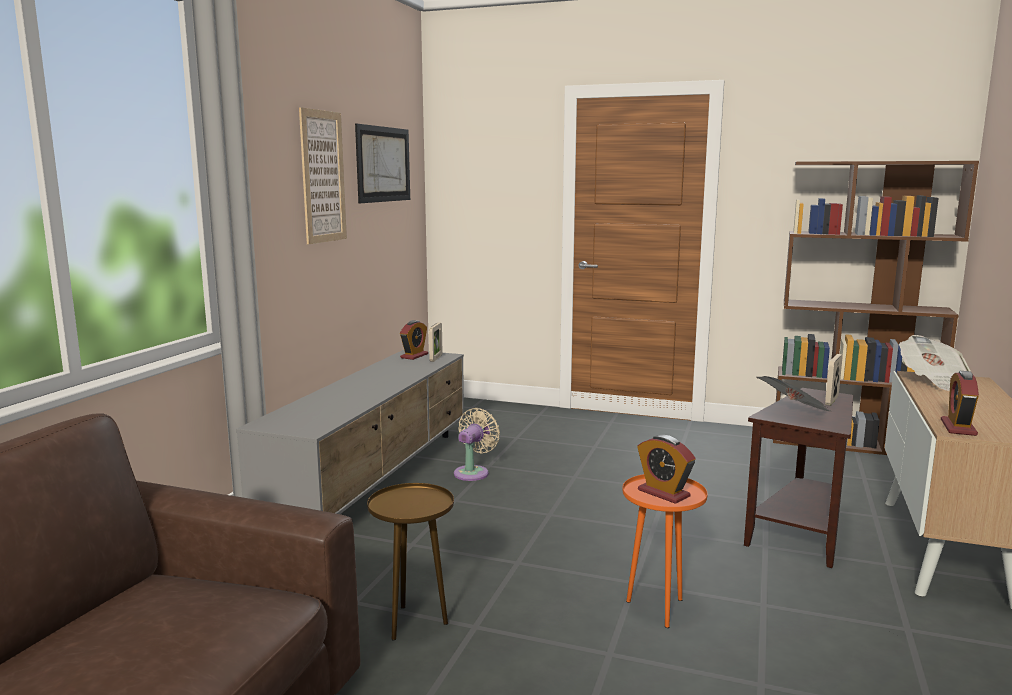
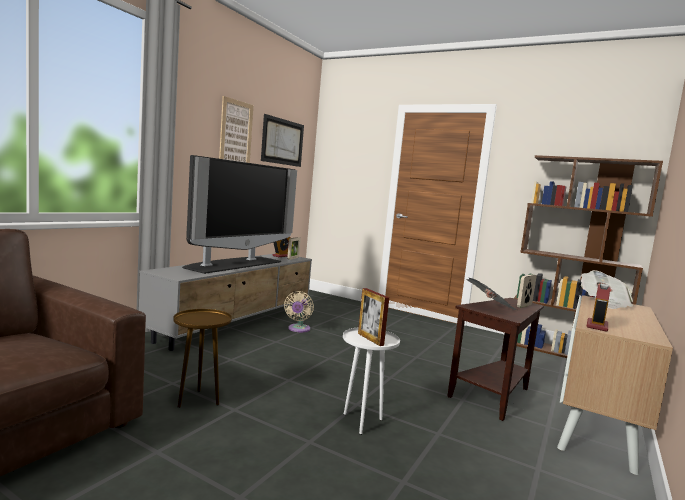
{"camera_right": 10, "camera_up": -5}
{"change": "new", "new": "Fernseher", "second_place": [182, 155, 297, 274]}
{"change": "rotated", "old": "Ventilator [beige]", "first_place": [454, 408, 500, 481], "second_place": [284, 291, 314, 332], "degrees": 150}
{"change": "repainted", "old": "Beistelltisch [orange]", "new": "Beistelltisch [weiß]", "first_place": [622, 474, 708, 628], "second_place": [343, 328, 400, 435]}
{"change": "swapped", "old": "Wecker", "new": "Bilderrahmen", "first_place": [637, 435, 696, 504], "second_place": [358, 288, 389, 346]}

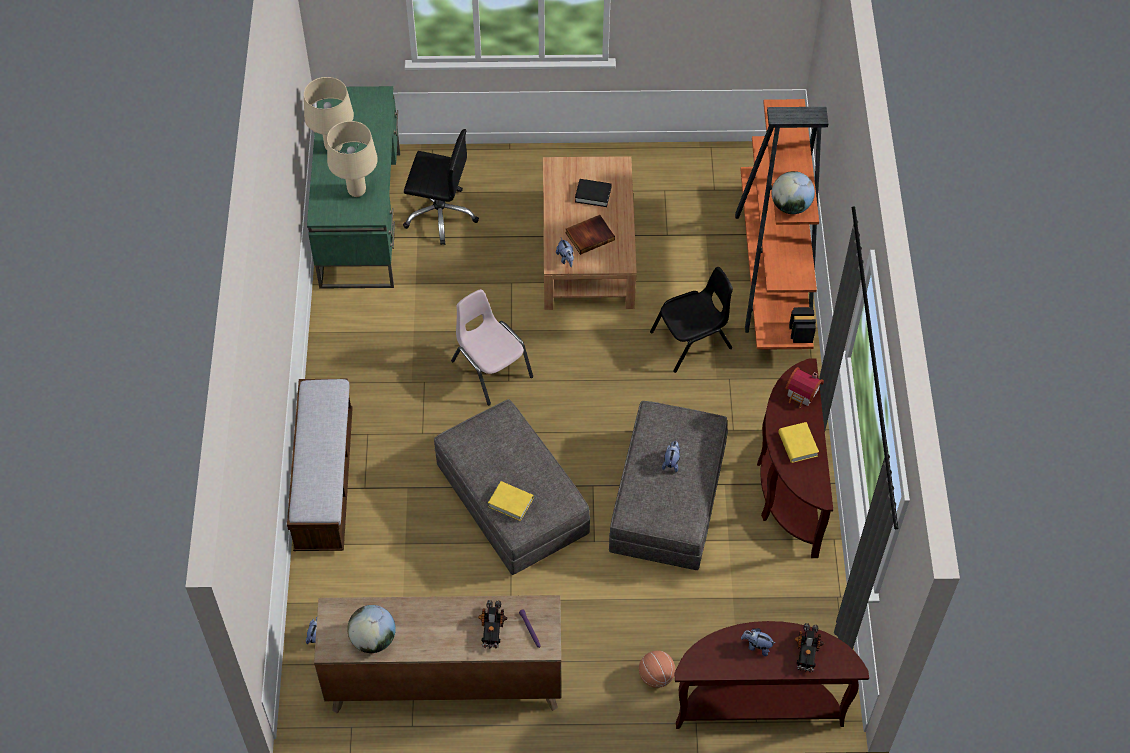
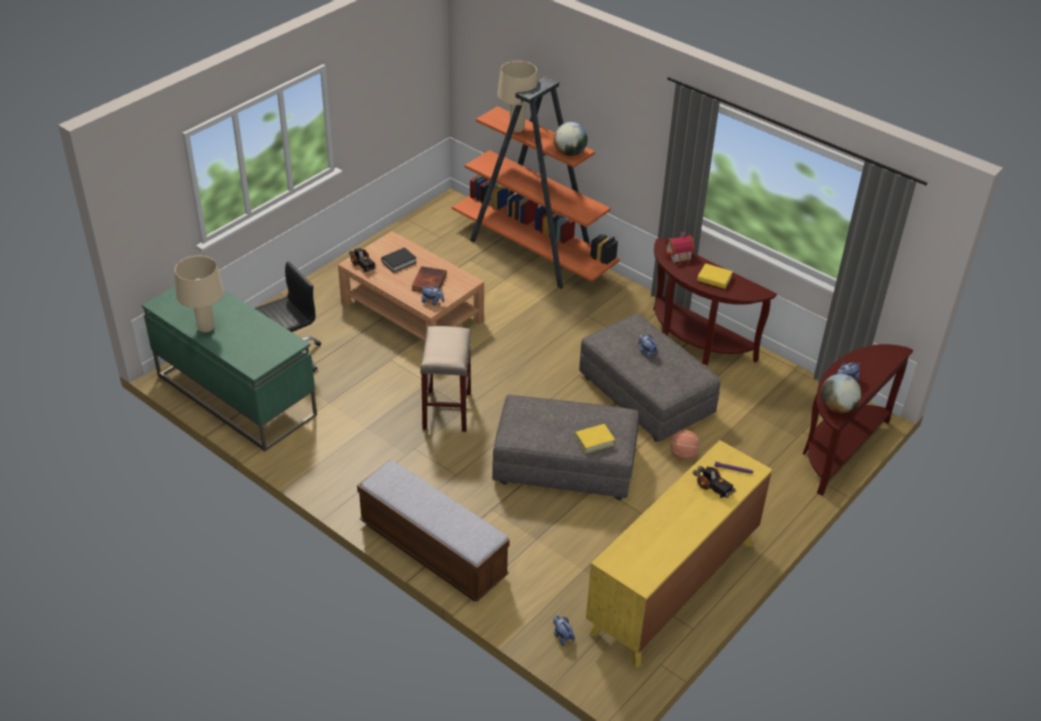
{"camera_right": -50, "camera_up": -15}
{"change": "shifted", "old": "Spielzeuglaster", "first_place": [794, 623, 824, 673], "second_place": [349, 248, 377, 272]}
{"change": "swapped", "old": "Stuhl [rosa]", "new": "Hocker [beige]", "first_place": [451, 289, 533, 405], "second_place": [420, 326, 471, 432]}
{"change": "shifted", "old": "Tischlampe [beige]", "first_place": [327, 121, 378, 197], "second_place": [498, 61, 538, 132]}
{"change": "repainted", "old": "Kommode [braun]", "new": "Kommode [gelb]", "first_place": [314, 595, 561, 714], "second_place": [586, 440, 772, 667]}
{"change": "shifted", "old": "Basketball", "first_place": [639, 651, 675, 688], "second_place": [670, 430, 700, 460]}
{"change": "shifted", "old": "Globus", "first_place": [347, 605, 396, 653], "second_place": [821, 374, 861, 413]}
{"change": "gone", "old": "Stuhl [schwarz]", "first_place": [650, 267, 733, 373]}

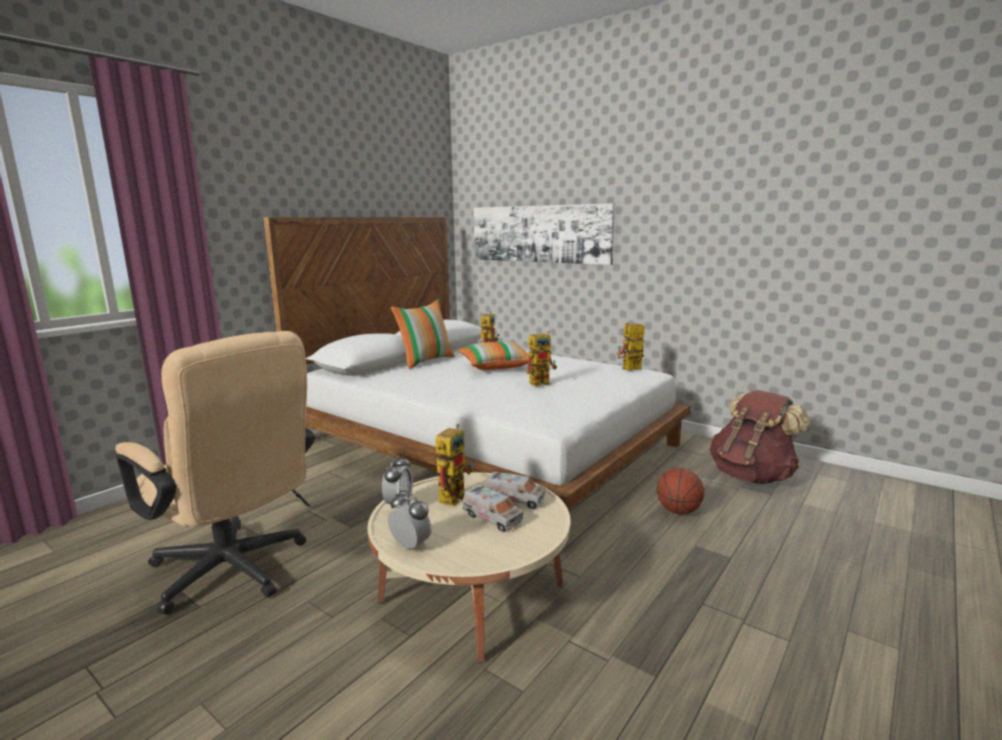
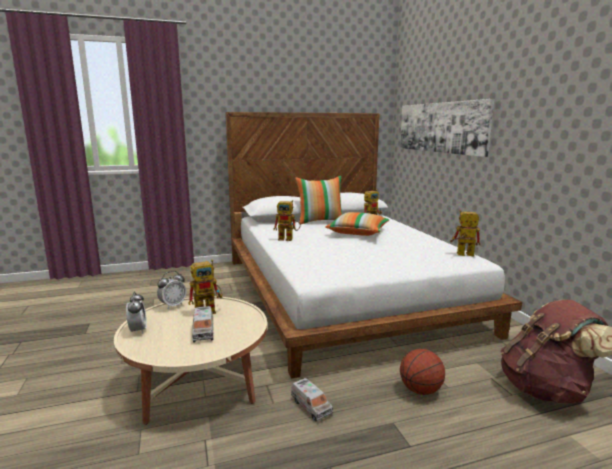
{"camera_right": 35, "camera_up": 0}
{"change": "shifted", "old": "Spielzeugroboter", "first_place": [527, 331, 557, 387], "second_place": [273, 200, 301, 241]}
{"change": "shifted", "old": "Spielzeuglaster", "first_place": [485, 472, 545, 509], "second_place": [291, 378, 333, 422]}
{"change": "gone", "old": "Bürostuhl [beige]", "first_place": [116, 331, 315, 615]}

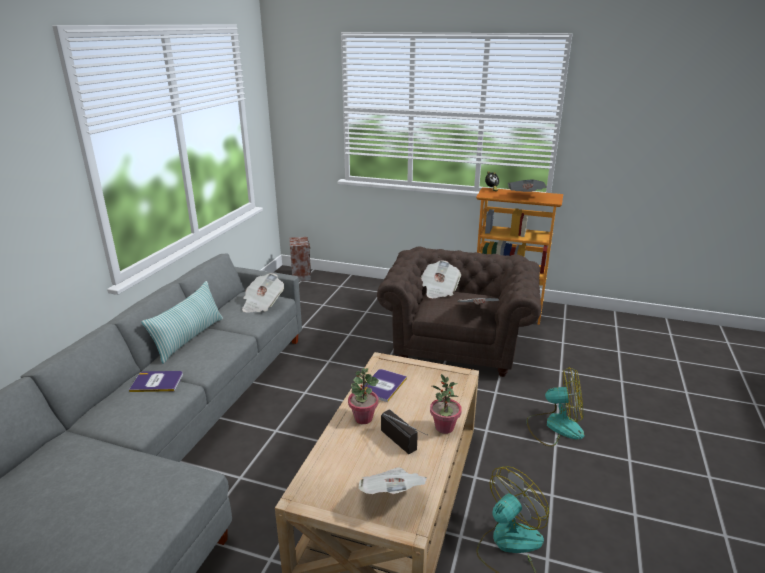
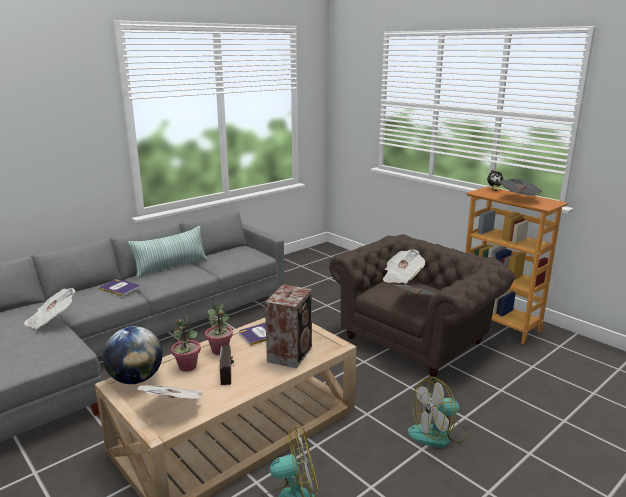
{"camera_right": 30, "camera_up": -5}
{"change": "shifted", "old": "Zeitung", "first_place": [242, 273, 284, 313], "second_place": [24, 288, 75, 330]}
{"change": "new", "new": "Globus", "second_place": [103, 326, 163, 384]}
{"change": "shifted", "old": "Topfpflanze", "first_place": [430, 374, 462, 434], "second_place": [171, 315, 201, 372]}
{"change": "shifted", "old": "Lautsprecher", "first_place": [289, 237, 311, 281], "second_place": [265, 285, 312, 368]}
{"change": "rotated", "old": "Ventilator", "first_place": [527, 367, 584, 447], "second_place": [408, 377, 469, 448], "degrees": 120}

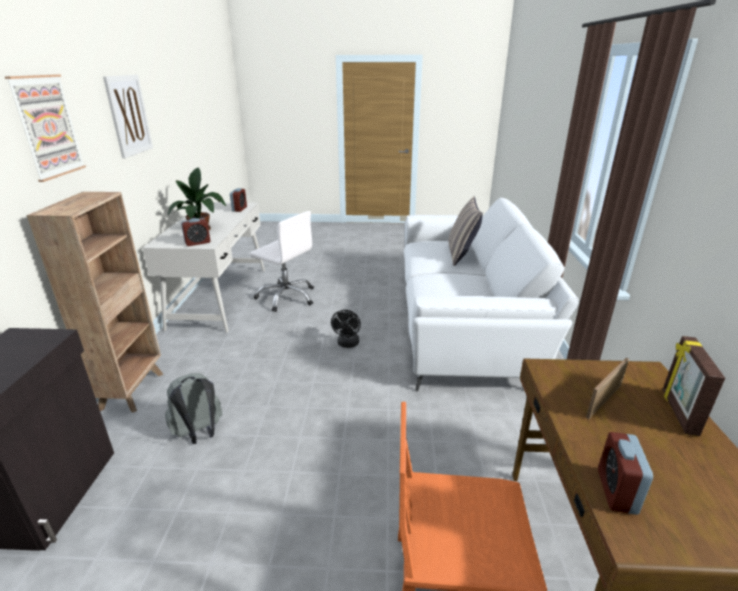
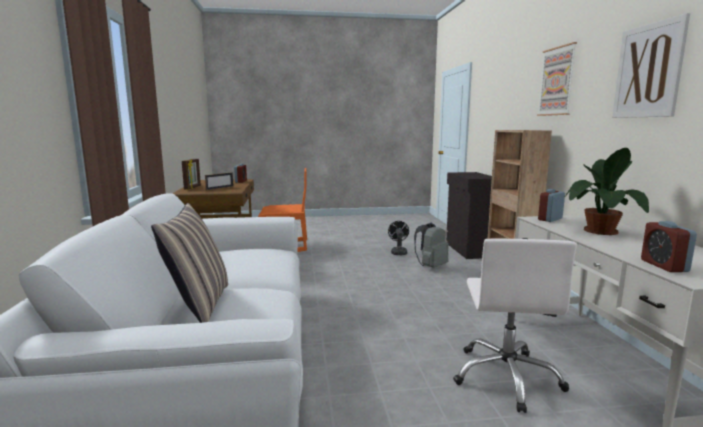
{"camera_right": 170, "camera_up": -15}
{"change": "shifted", "old": "Ventilator [schwarz]", "first_place": [331, 310, 361, 348], "second_place": [388, 221, 409, 255]}
{"change": "rotated", "old": "Bürostuhl [weiß]", "first_place": [250, 211, 314, 312], "second_place": [453, 239, 577, 413], "degrees": -105}

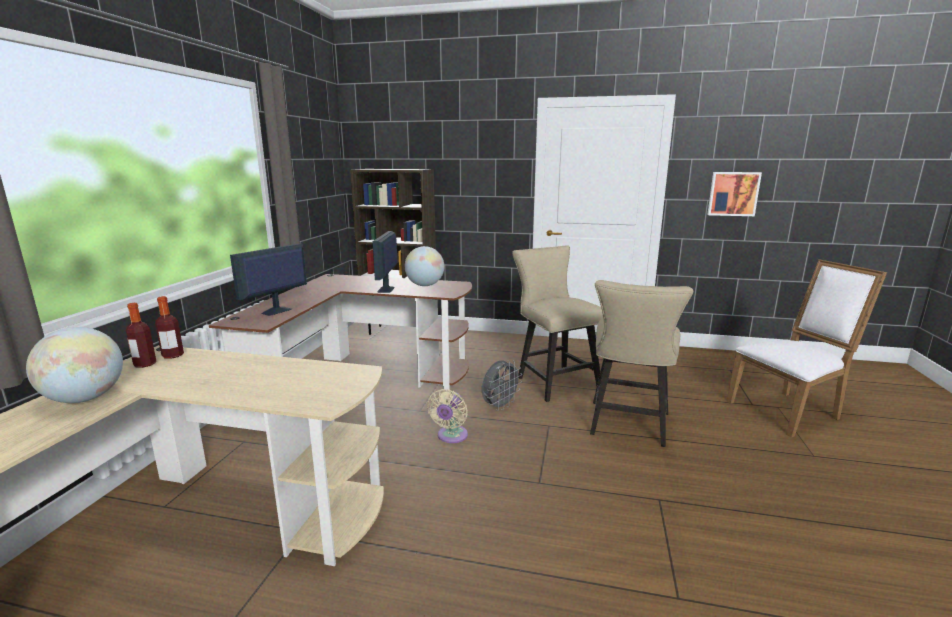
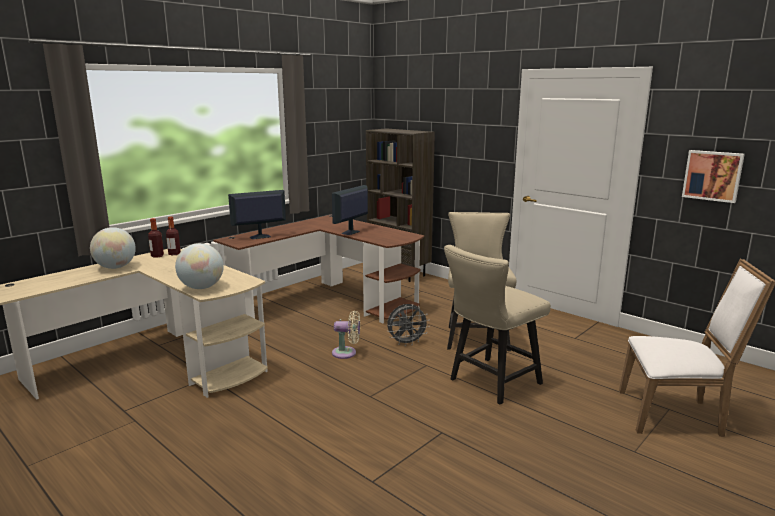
{"camera_right": 30, "camera_up": 0}
{"change": "shifted", "old": "Globus", "first_place": [405, 246, 444, 286], "second_place": [175, 243, 224, 289]}
{"change": "rotated", "old": "Ventilator [beige]", "first_place": [427, 389, 468, 443], "second_place": [332, 311, 360, 359], "degrees": -135}

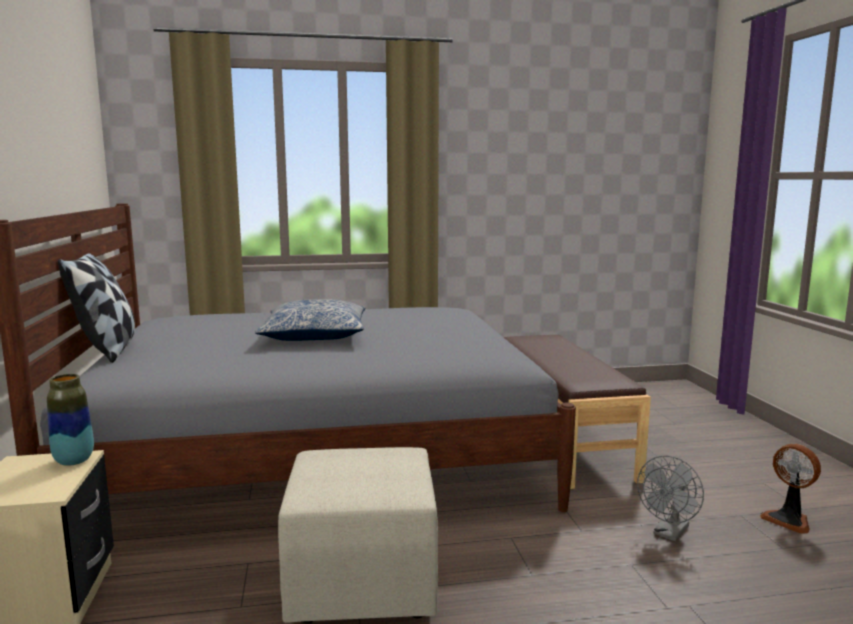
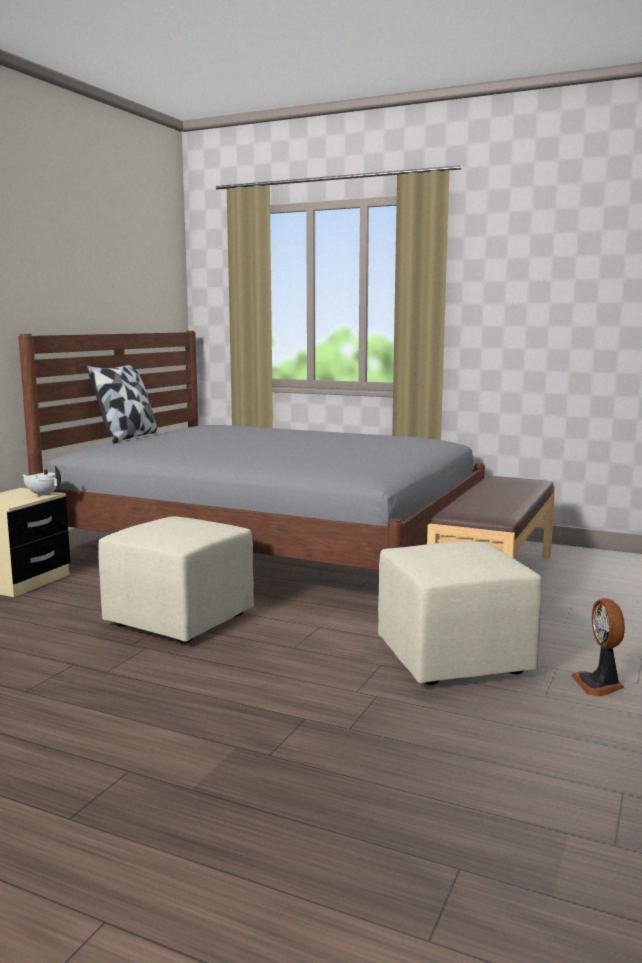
{"camera_right": 35, "camera_up": 0}
{"change": "swapped", "old": "Vase", "new": "Teekanne [weiß]", "first_place": [47, 374, 94, 466], "second_place": [22, 466, 61, 497]}
{"change": "swapped", "old": "Ventilator [grau]", "new": "Polsterhocker [beige]", "first_place": [637, 456, 704, 541], "second_place": [378, 542, 542, 685]}
{"change": "gone", "old": "Kissen", "first_place": [255, 299, 365, 341]}

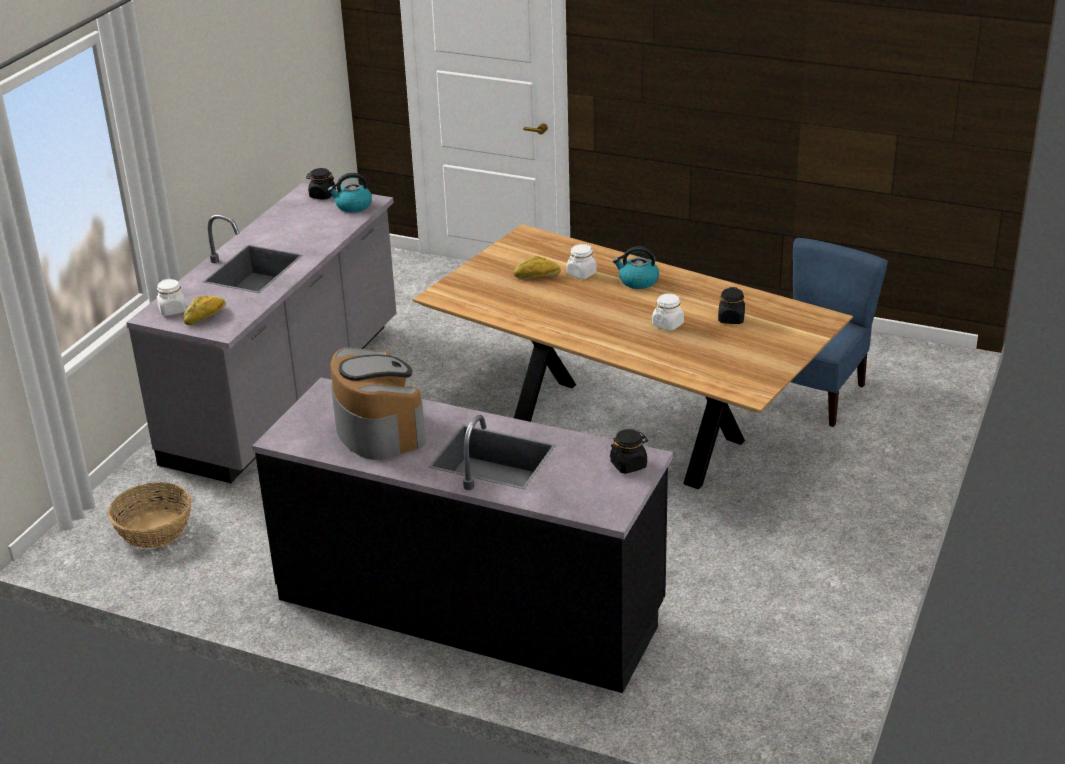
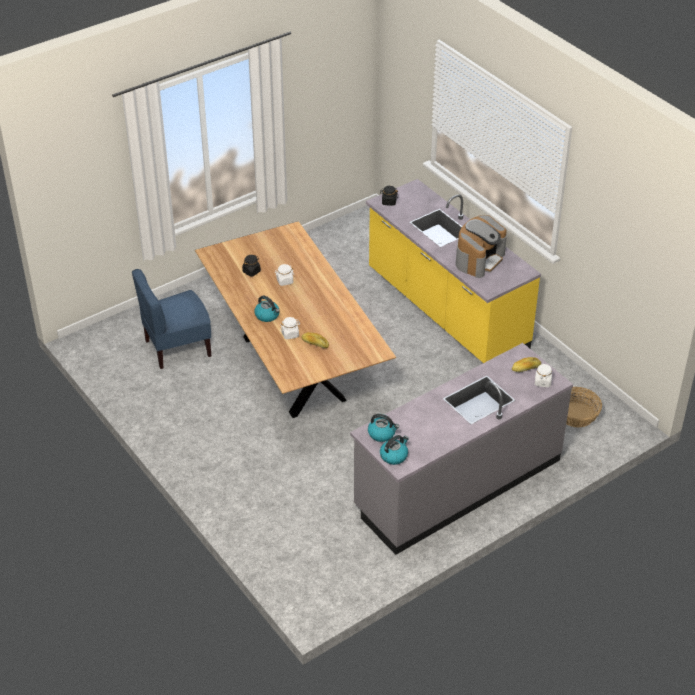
{"camera_right": -150, "camera_up": 10}
{"change": "repainted", "old": "Küchenzeile [schwarz]", "new": "Küchenzeile [gelb]", "first_place": [252, 377, 673, 693], "second_place": [366, 179, 541, 363]}
{"change": "swapped", "old": "Vorratsglas [schwarz]", "new": "Wasserkessel", "first_place": [306, 168, 336, 200], "second_place": [380, 435, 409, 465]}
{"change": "rotated", "old": "Kaffeemaschine", "first_place": [330, 347, 426, 460], "second_place": [455, 215, 507, 278], "degrees": -150}

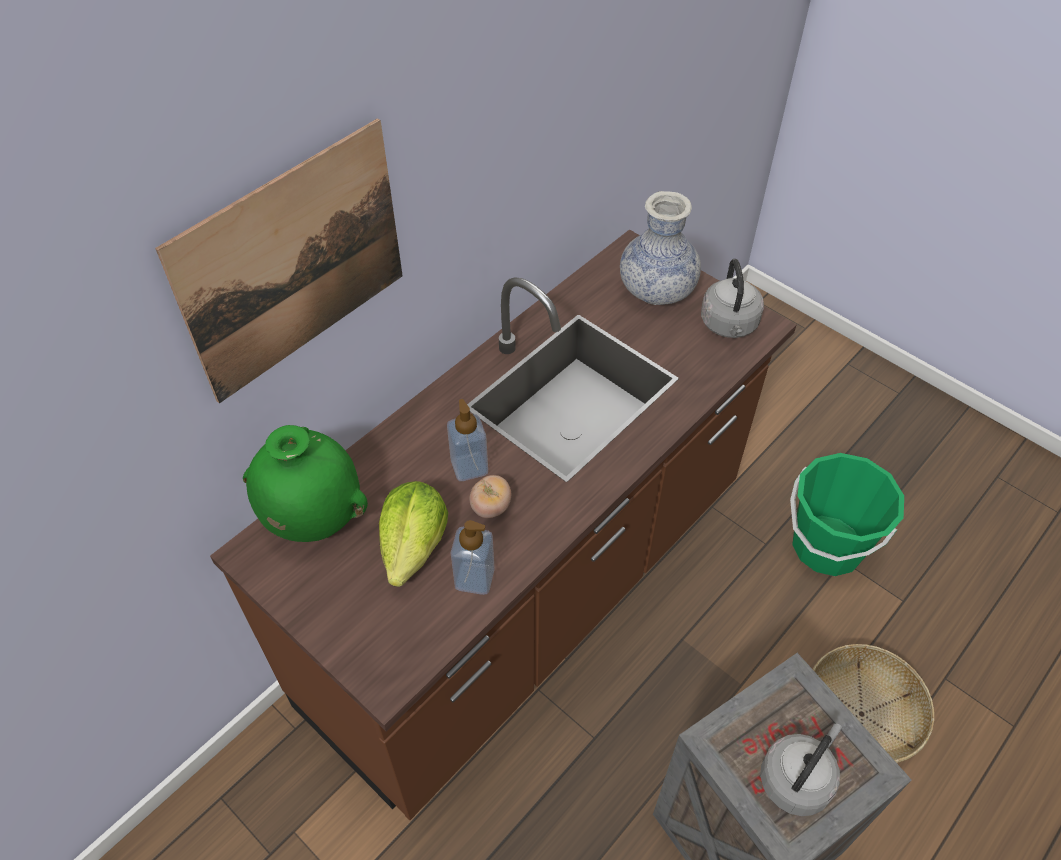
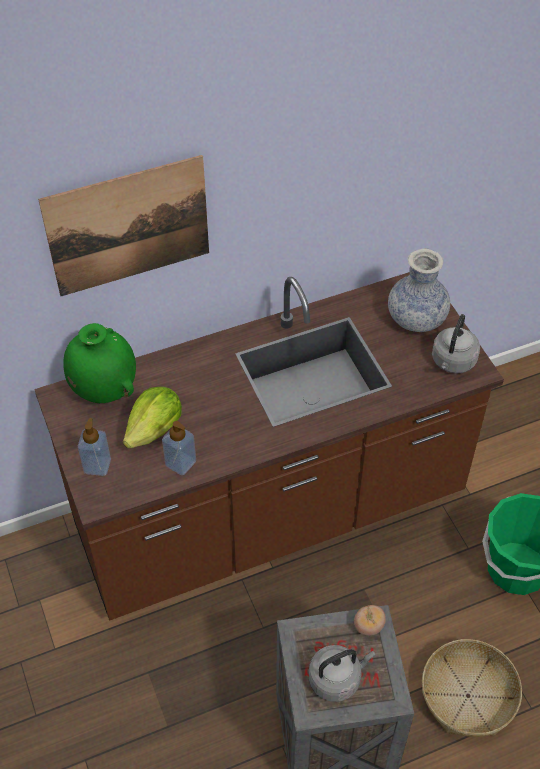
{"camera_right": 25, "camera_up": 0}
{"change": "shifted", "old": "Seifenspender", "first_place": [447, 399, 488, 481], "second_place": [78, 418, 111, 476]}
{"change": "shifted", "old": "Tomate", "first_place": [470, 475, 511, 518], "second_place": [354, 605, 386, 636]}

